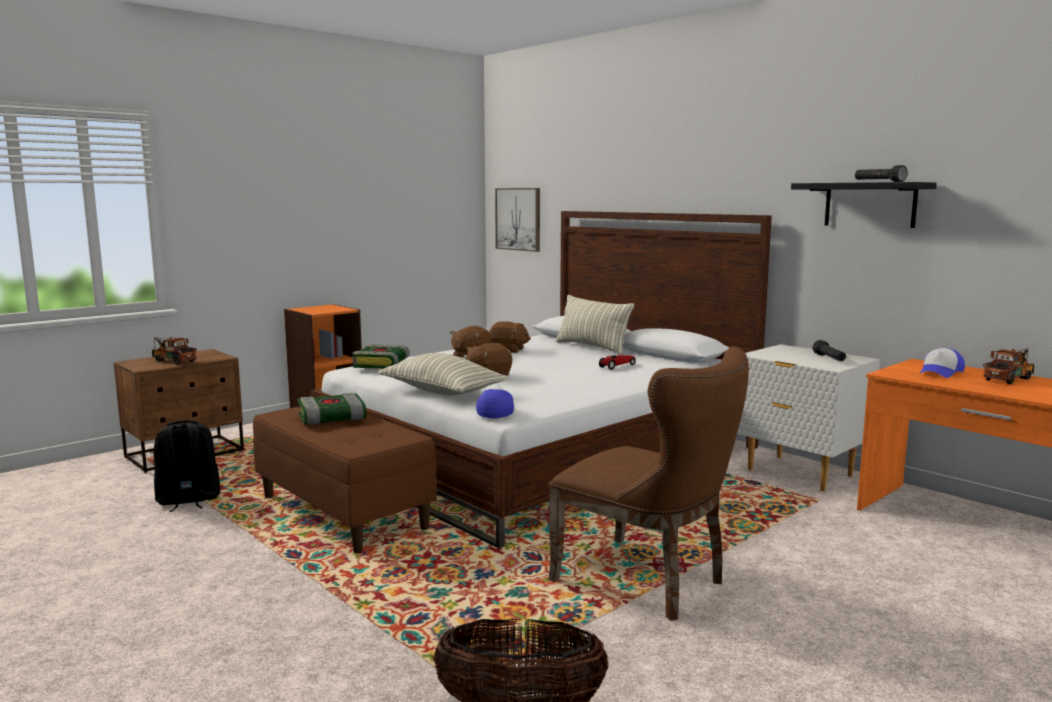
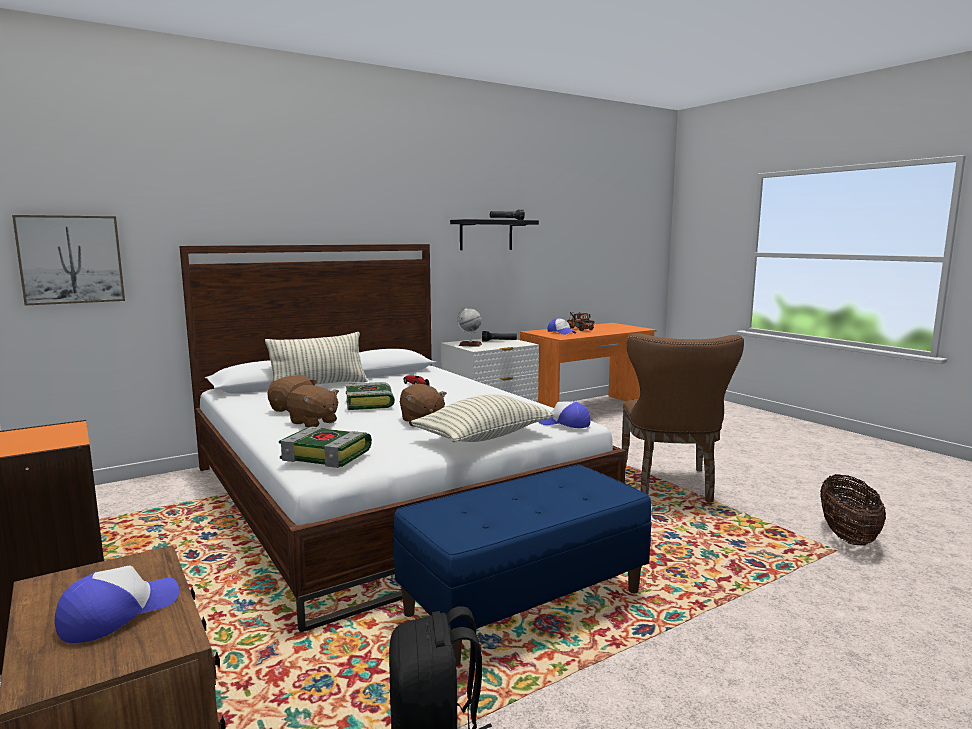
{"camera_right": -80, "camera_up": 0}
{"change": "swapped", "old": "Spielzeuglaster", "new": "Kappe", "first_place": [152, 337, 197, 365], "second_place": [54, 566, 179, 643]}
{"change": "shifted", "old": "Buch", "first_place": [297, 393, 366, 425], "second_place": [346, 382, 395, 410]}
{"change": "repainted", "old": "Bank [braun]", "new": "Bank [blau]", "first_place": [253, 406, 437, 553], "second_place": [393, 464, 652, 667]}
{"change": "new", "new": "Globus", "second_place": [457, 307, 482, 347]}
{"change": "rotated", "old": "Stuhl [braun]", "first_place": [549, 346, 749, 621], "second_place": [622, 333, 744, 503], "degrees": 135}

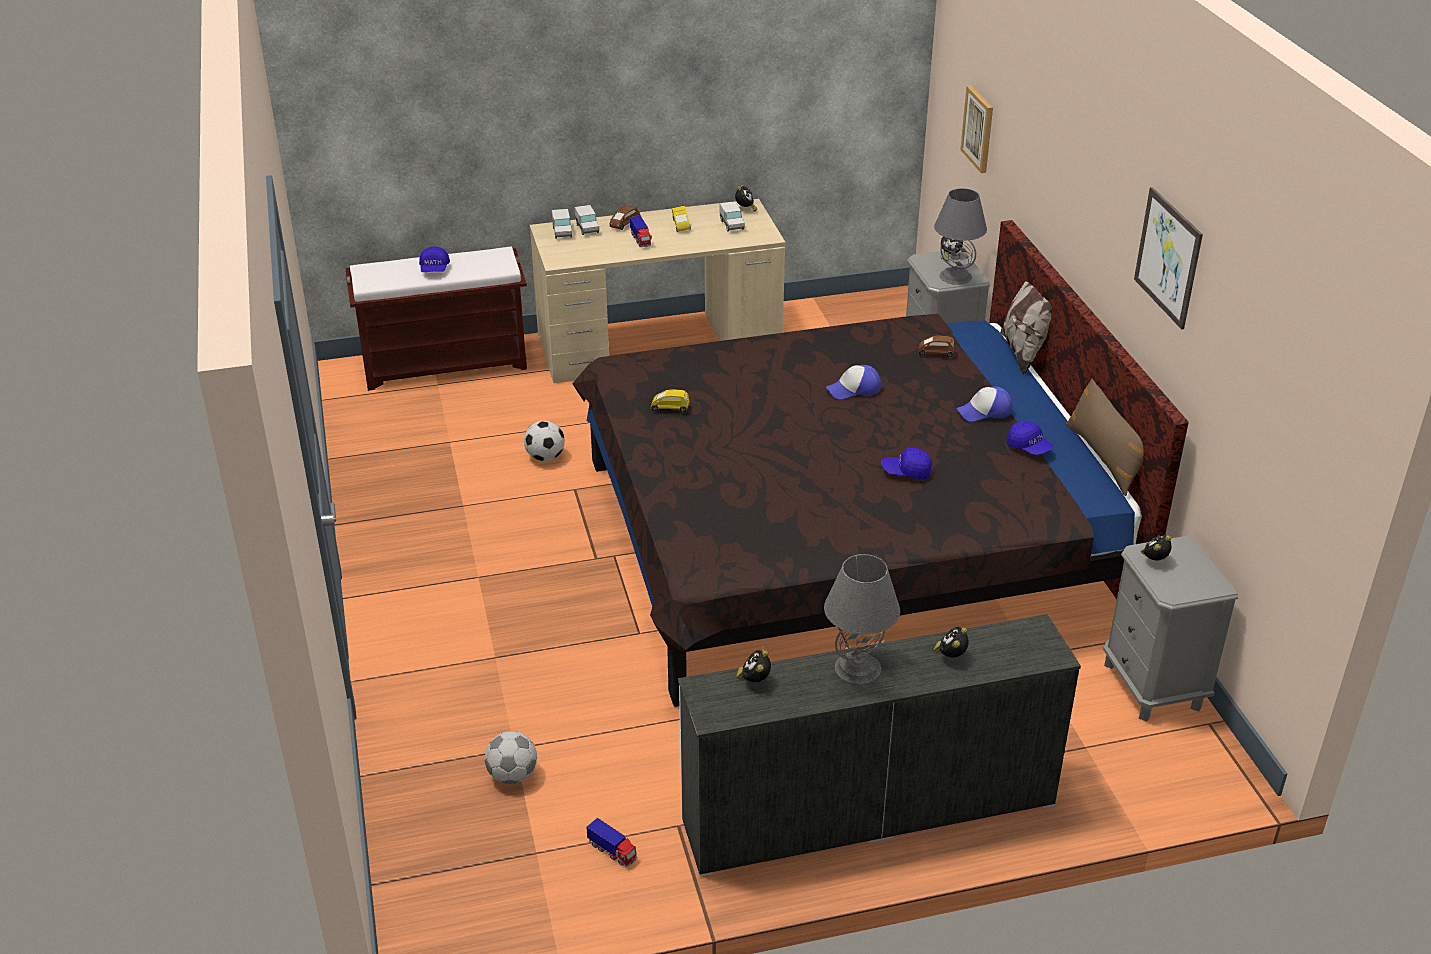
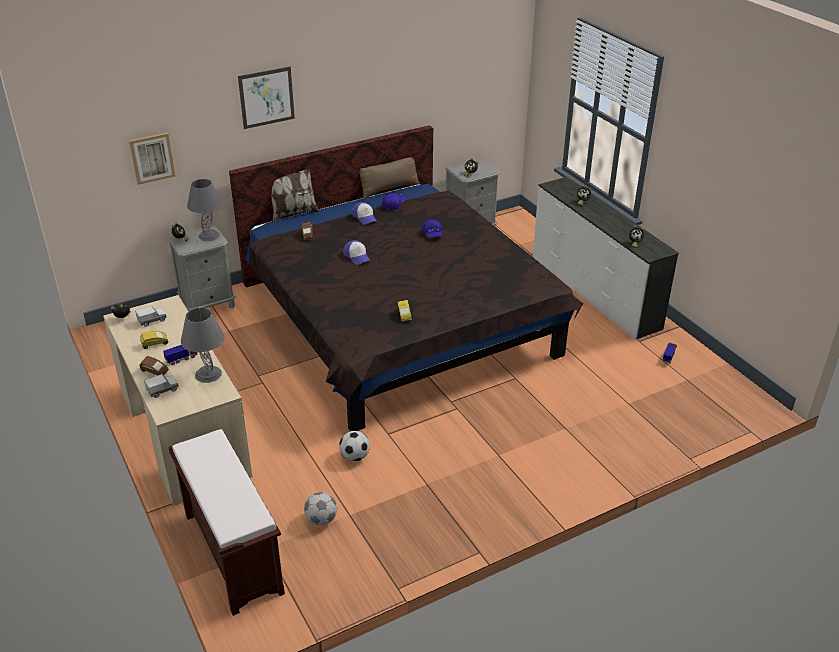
{"camera_right": -105, "camera_up": 0}
{"change": "shifted", "old": "Tischlampe [grau]", "first_place": [824, 554, 900, 684], "second_place": [181, 307, 225, 383]}
{"change": "shifted", "old": "Bild", "first_place": [1134, 187, 1203, 329], "second_place": [238, 67, 295, 129]}
{"change": "shifted", "old": "Fußball", "first_place": [485, 731, 537, 784], "second_place": [304, 492, 337, 526]}
{"change": "gone", "old": "Kappe [blau]", "first_place": [419, 247, 450, 272]}
{"change": "gone", "old": "Spielzeuglaster", "first_place": [552, 209, 572, 239]}

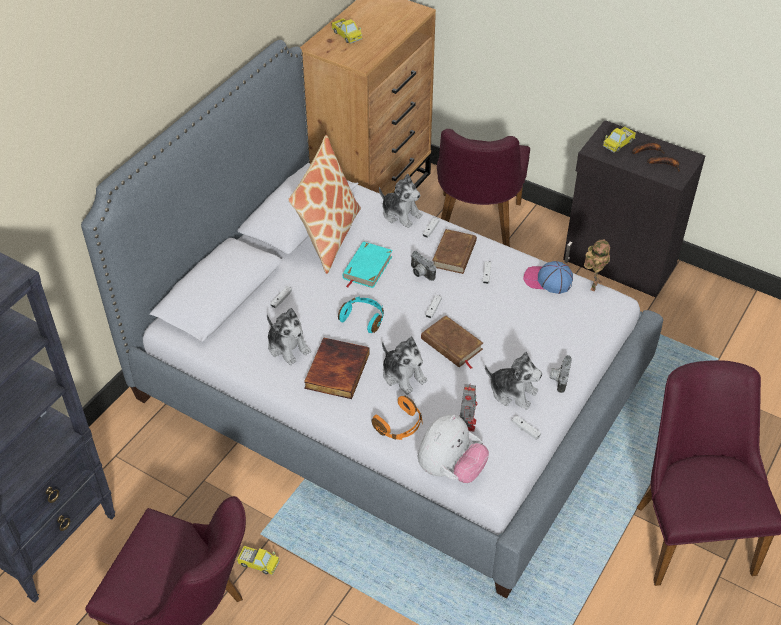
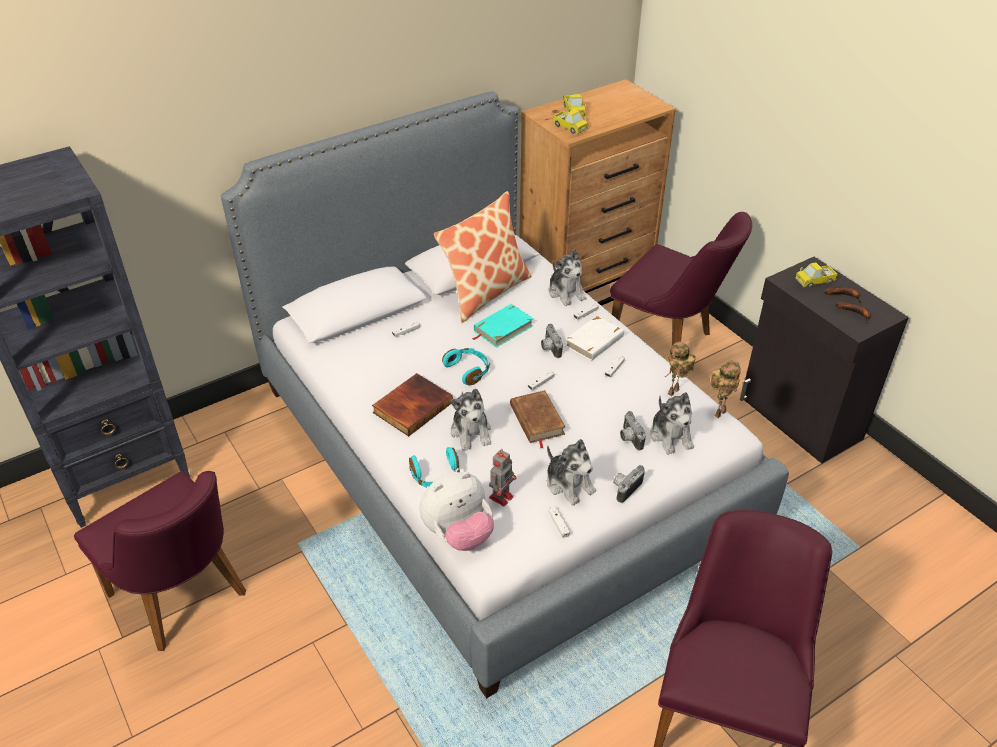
{"camera_right": 25, "camera_up": -5}
{"change": "repainted", "old": "Kopfhörer [orange]", "new": "Kopfhörer [türkis]", "first_place": [372, 396, 423, 440], "second_place": [409, 447, 460, 488]}
{"change": "shifted", "old": "Spielzeuglaster", "first_place": [237, 546, 280, 576], "second_place": [552, 109, 588, 134]}
{"change": "repainted", "old": "Buch [braun]", "new": "Buch [weiß]", "first_place": [432, 229, 477, 274], "second_place": [565, 315, 624, 361]}
{"change": "rotated", "old": "Stuhl [lila]", "first_place": [437, 129, 530, 247], "second_place": [610, 212, 752, 345], "degrees": -90}
{"change": "new", "new": "Kamera", "second_place": [620, 411, 646, 450]}
{"change": "shifted", "old": "Plüschtier", "first_place": [267, 308, 311, 365], "second_place": [650, 392, 694, 455]}
{"change": "swapped", "old": "Kappe", "new": "Spielzeugroboter", "first_place": [523, 261, 573, 294], "second_place": [665, 342, 696, 396]}

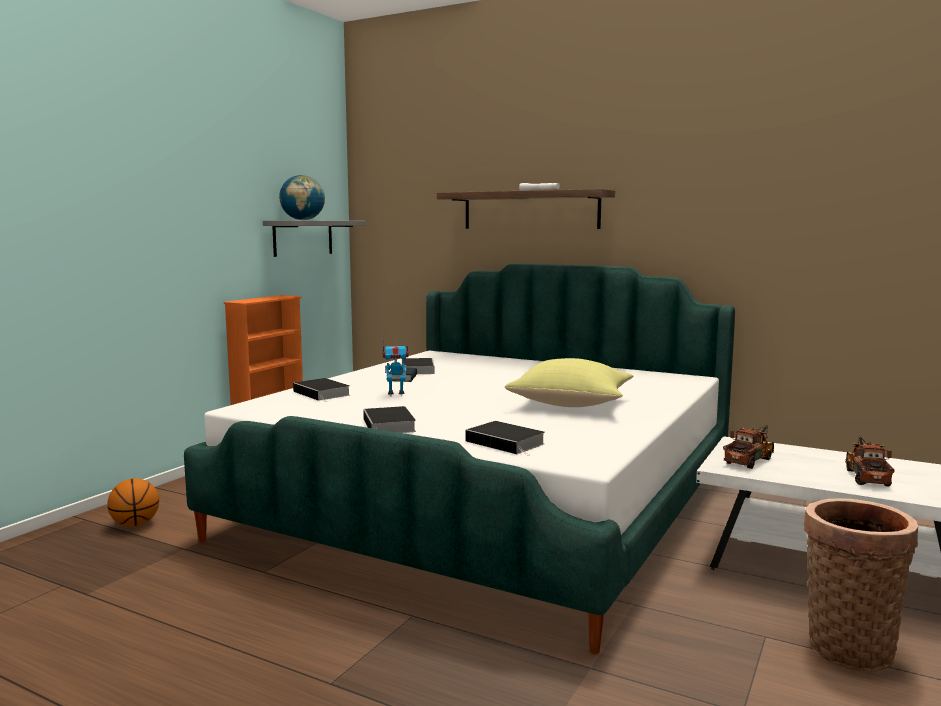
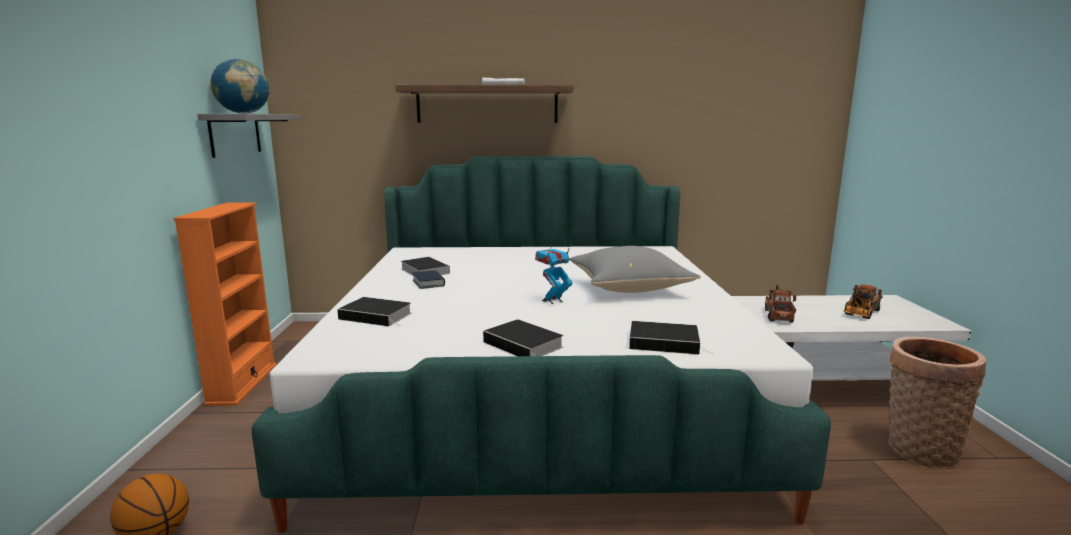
{"camera_right": -30, "camera_up": 5}
{"change": "shifted", "old": "Spielzeugroboter", "first_place": [383, 340, 408, 396], "second_place": [535, 242, 572, 304]}
{"change": "repainted", "old": "Kissen [gelb]", "new": "Kissen [grau]", "first_place": [505, 358, 633, 407], "second_place": [569, 246, 701, 293]}
{"change": "rotated", "old": "Spielzeuglaster", "first_place": [845, 435, 894, 487], "second_place": [844, 284, 883, 319], "degrees": -120}

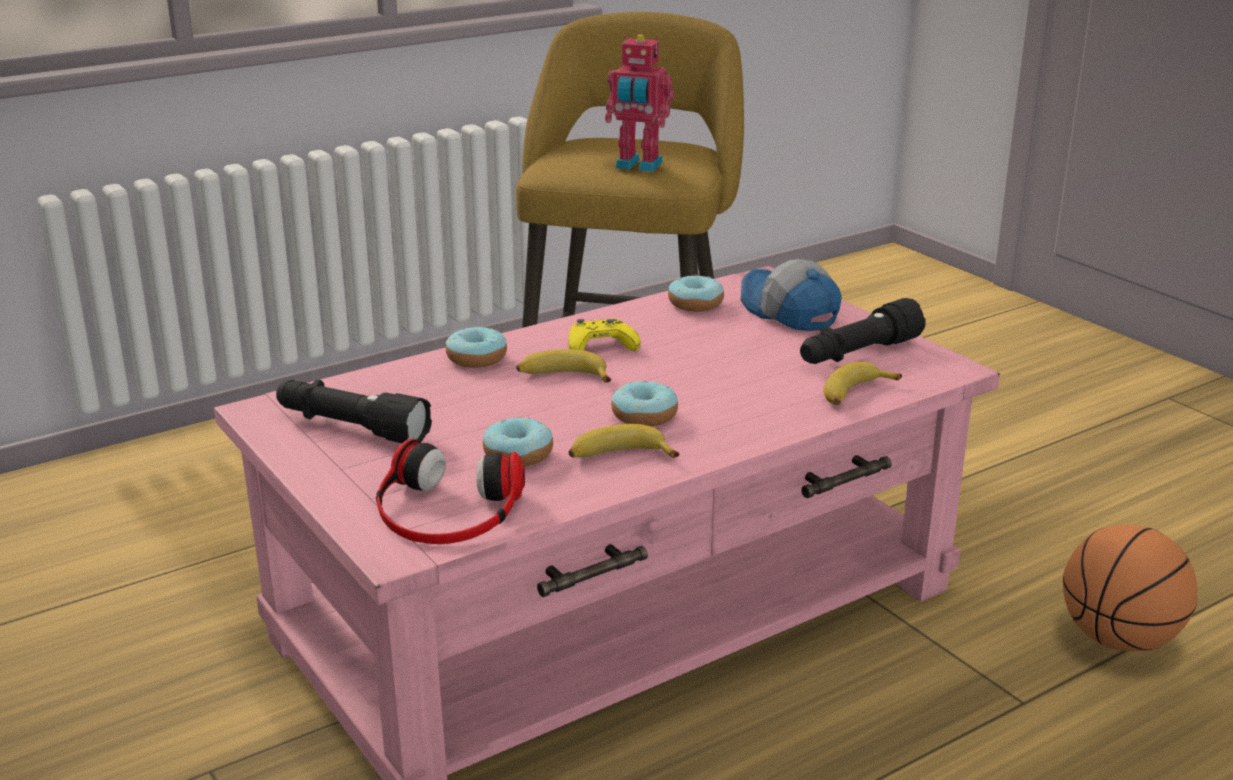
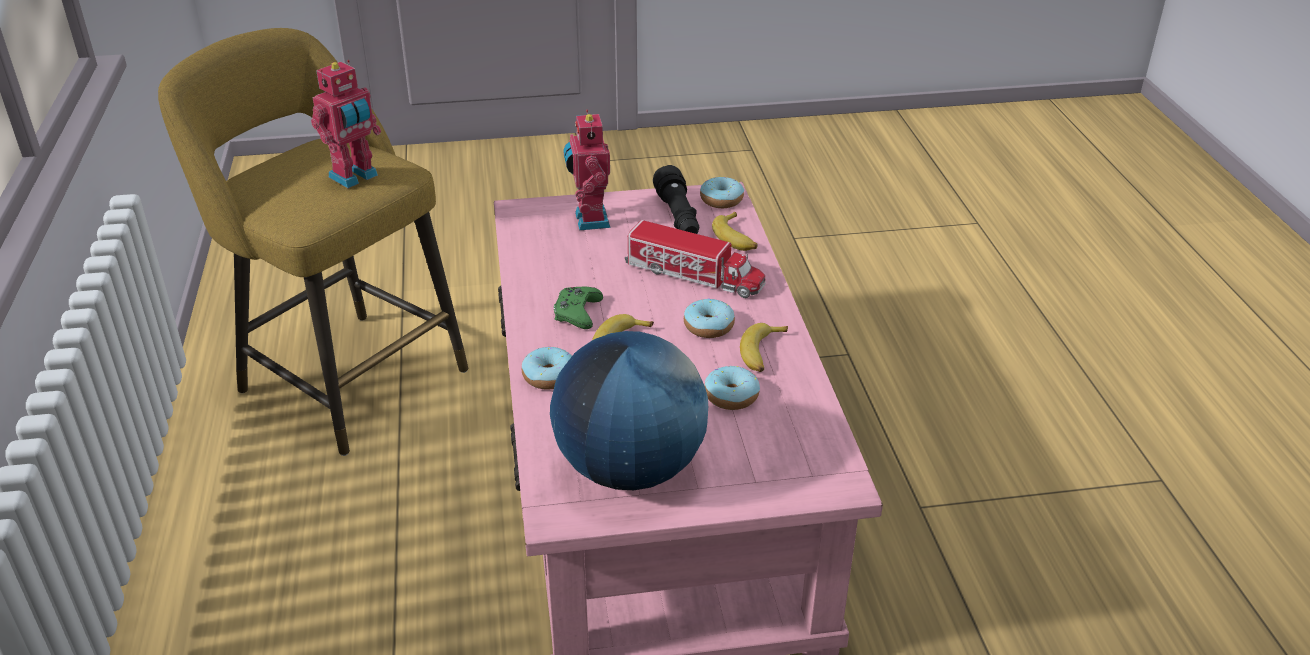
{"camera_right": -65, "camera_up": 10}
{"change": "swapped", "old": "Taschenlampe [schwarz]", "new": "Globus", "first_place": [276, 379, 432, 443], "second_place": [550, 331, 708, 490]}
{"change": "repainted", "old": "Gamepad [gelb]", "new": "Gamepad [grün]", "first_place": [568, 318, 641, 351], "second_place": [554, 287, 603, 329]}
{"change": "swapped", "old": "Kappe", "new": "Spielzeugroboter", "first_place": [741, 259, 842, 331], "second_place": [563, 110, 611, 230]}
{"change": "new", "new": "Spielzeuglaster", "second_place": [625, 220, 766, 298]}
{"change": "shifted", "old": "Donut", "first_place": [668, 274, 724, 312], "second_place": [700, 177, 744, 208]}
{"change": "gone", "old": "Kopfhörer", "first_place": [376, 439, 525, 544]}
{"change": "gone", "old": "Basketball", "first_place": [1063, 525, 1198, 651]}

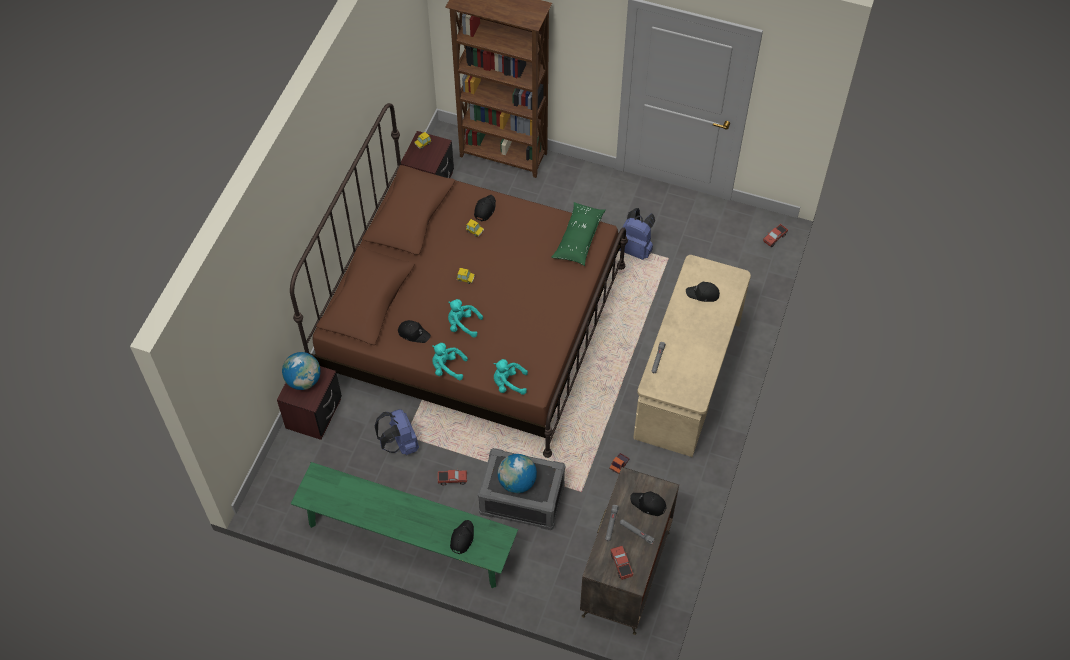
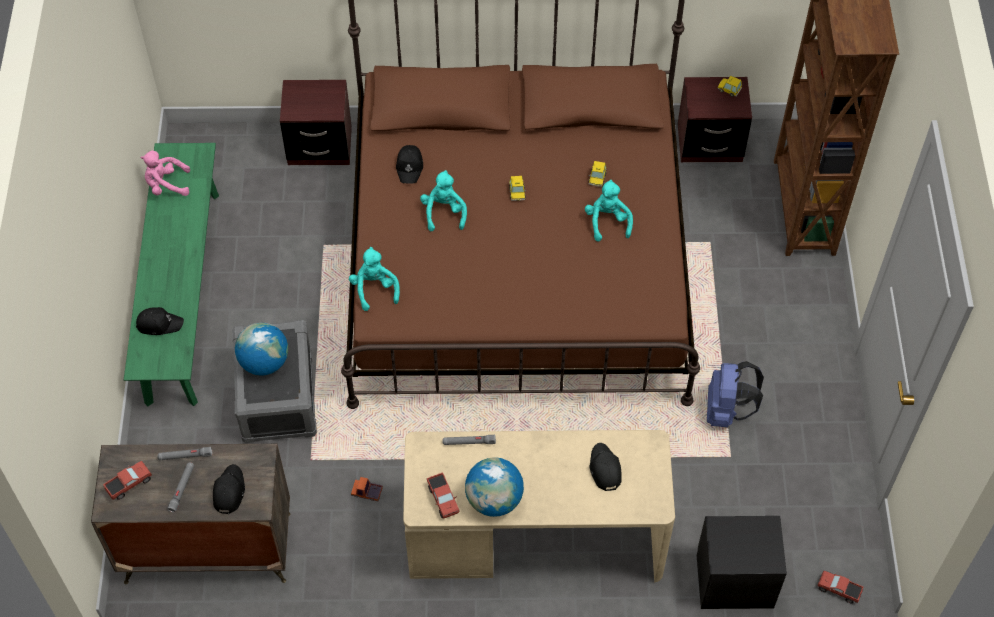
{"camera_right": 70, "camera_up": 0}
{"change": "new", "new": "Plüschtier [rosa]", "second_place": [140, 150, 190, 196]}
{"change": "shifted", "old": "Spielzeuglaster", "first_place": [438, 470, 467, 486], "second_place": [427, 472, 460, 518]}
{"change": "shifted", "old": "Globus", "first_place": [282, 352, 321, 390], "second_place": [465, 457, 524, 517]}
{"change": "shifted", "old": "Plüschtier [türkis]", "first_place": [432, 343, 468, 380], "second_place": [585, 179, 633, 241]}
{"change": "new", "new": "Nachttisch [schwarz]", "second_place": [697, 516, 787, 609]}
{"change": "gone", "old": "Rucksack [blau]", "first_place": [375, 409, 419, 455]}
{"change": "gone", "old": "Kappe [schwarz]", "first_place": [474, 195, 496, 221]}
{"change": "gone", "old": "Kissen [grün]", "first_place": [551, 202, 606, 266]}

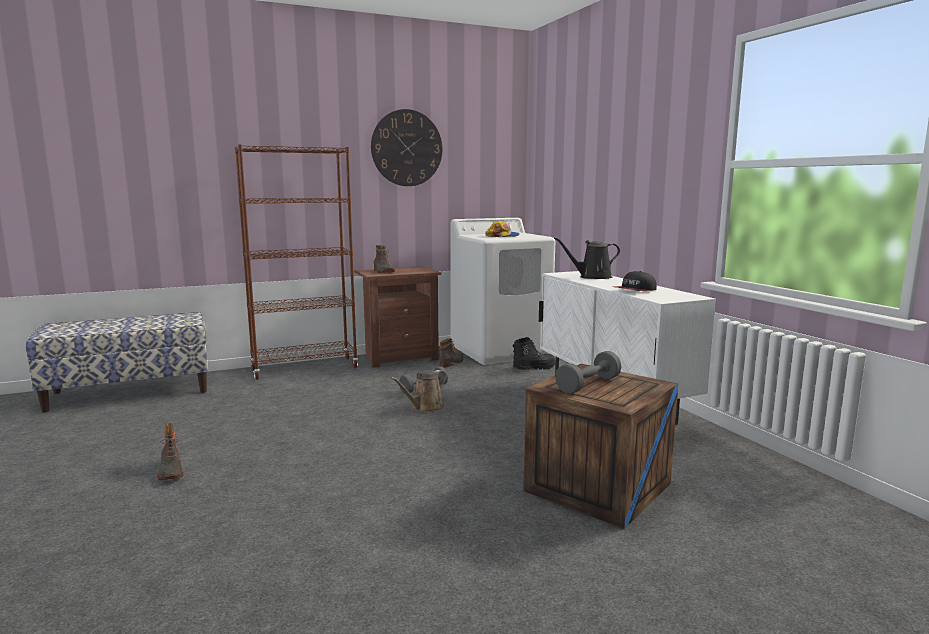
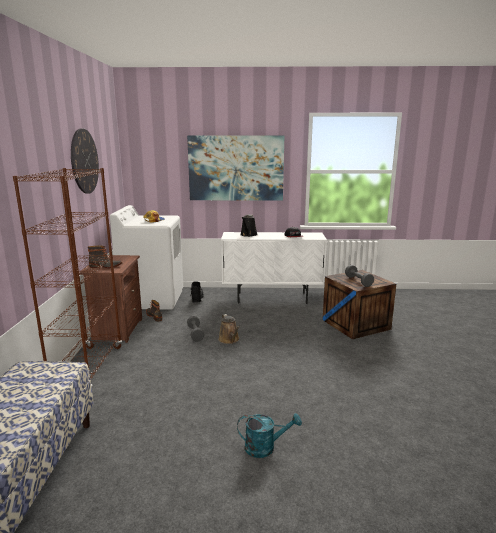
{"camera_right": -65, "camera_up": 5}
{"change": "new", "new": "Bild", "second_place": [187, 135, 285, 201]}
{"change": "swapped", "old": "Stiefel", "new": "Gießkanne [türkis]", "first_place": [157, 423, 183, 480], "second_place": [237, 413, 302, 458]}

